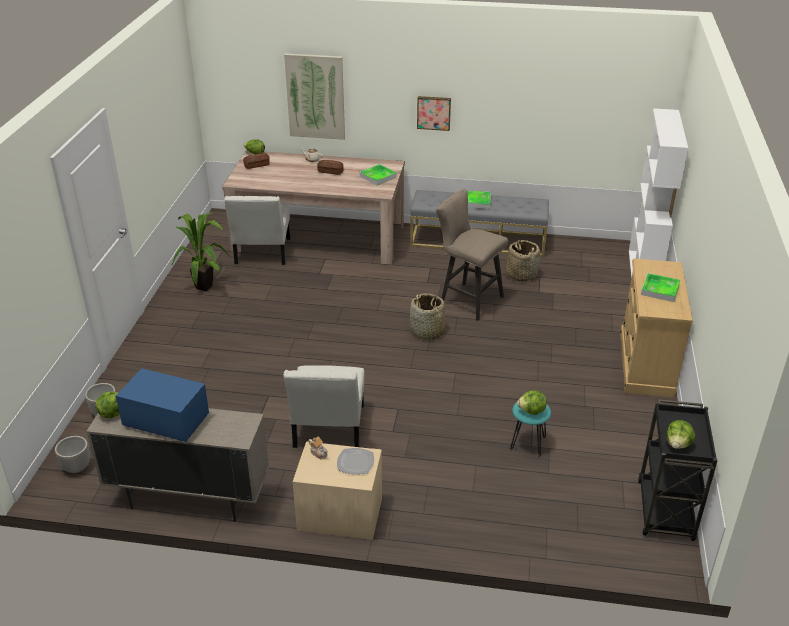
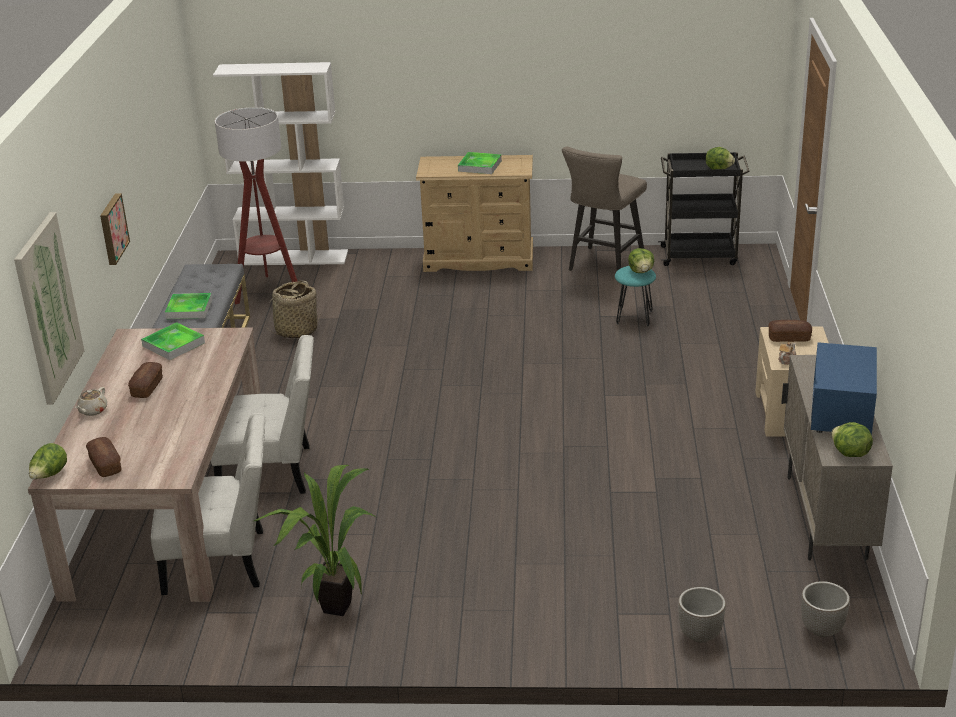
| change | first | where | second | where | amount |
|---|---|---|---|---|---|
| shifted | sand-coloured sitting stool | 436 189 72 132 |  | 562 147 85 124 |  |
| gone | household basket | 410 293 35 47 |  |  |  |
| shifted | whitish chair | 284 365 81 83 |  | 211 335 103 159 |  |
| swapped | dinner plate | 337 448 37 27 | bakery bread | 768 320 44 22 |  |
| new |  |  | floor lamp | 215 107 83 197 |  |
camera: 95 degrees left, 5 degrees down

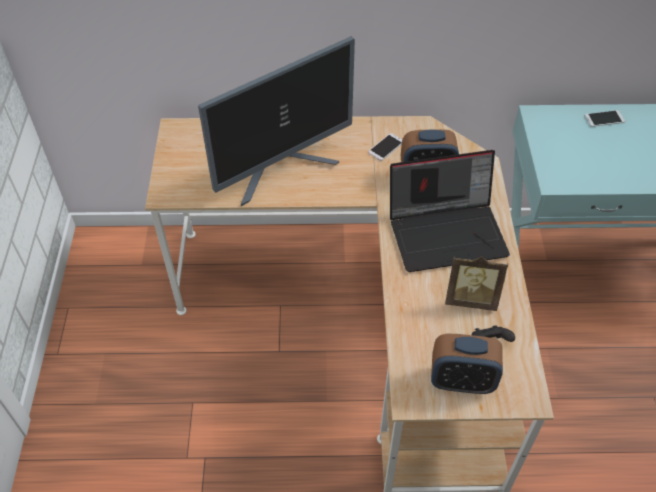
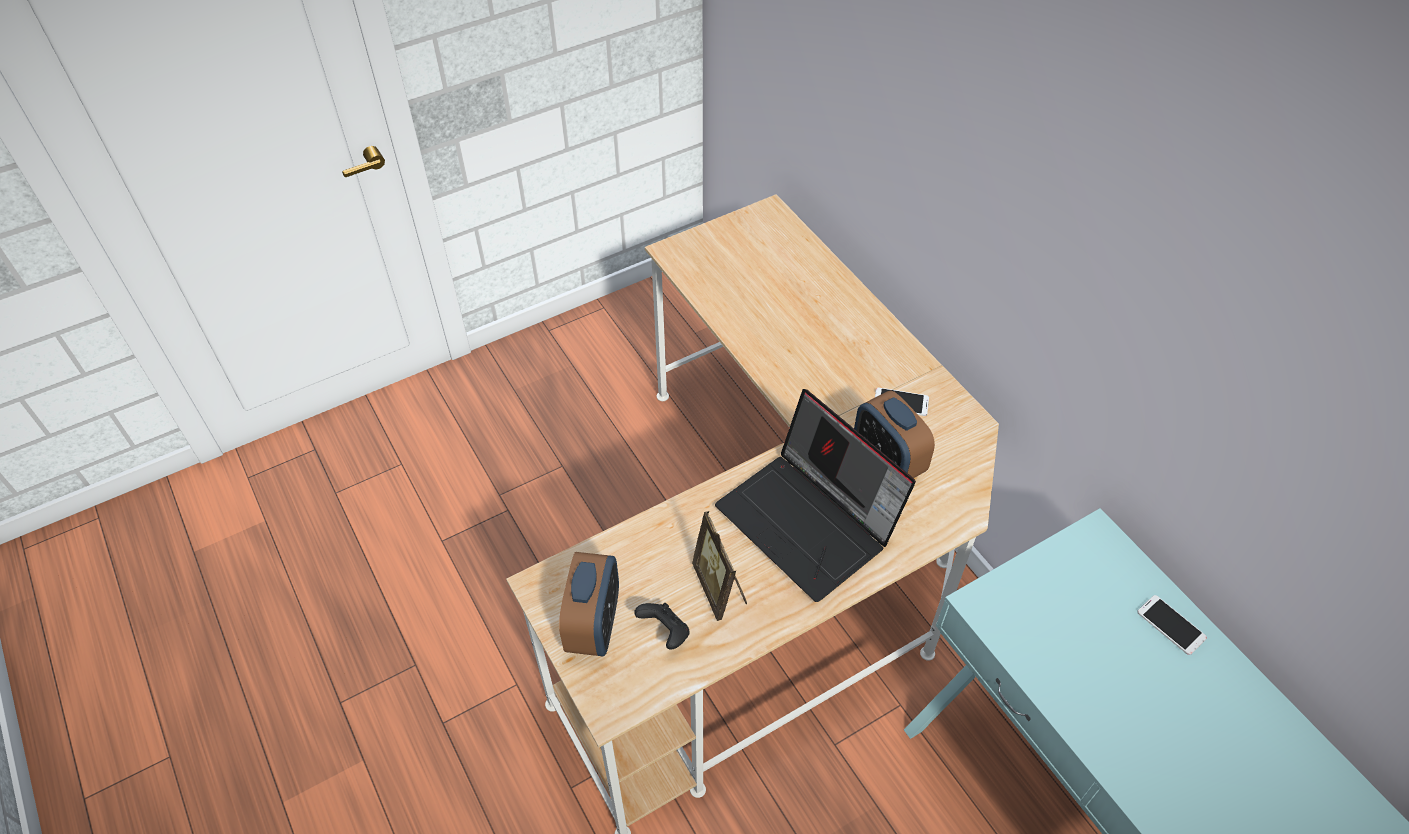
| change | first | where | second | where | amount |
|---|---|---|---|---|---|
| gone | computer display | 198 36 157 170 |  |  |  |
| rotated | bedside clock | 431 334 72 60 |  | 559 552 60 104 | 150 degrees counterclockwise |
camera: 60 degrees right, 0 degrees up

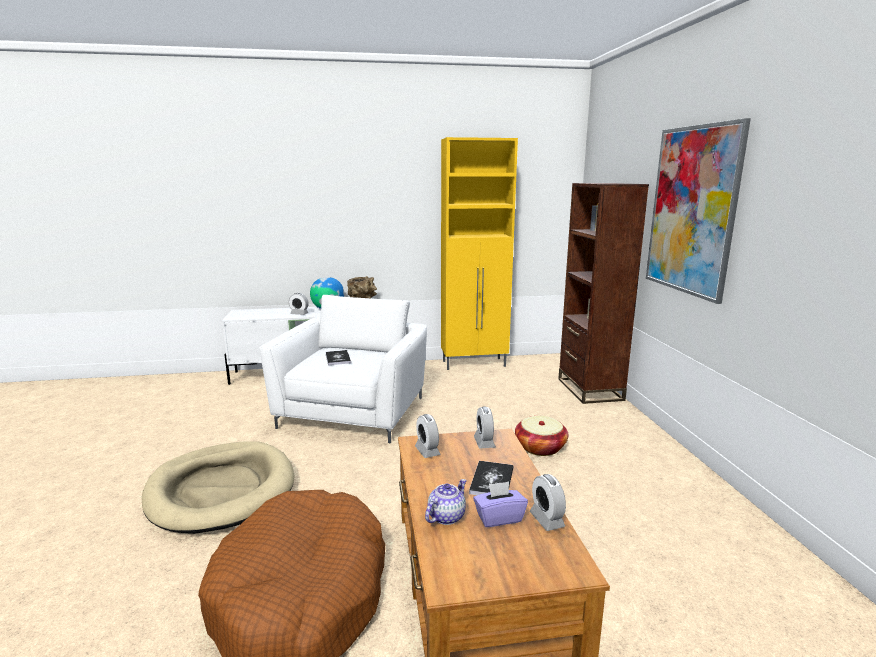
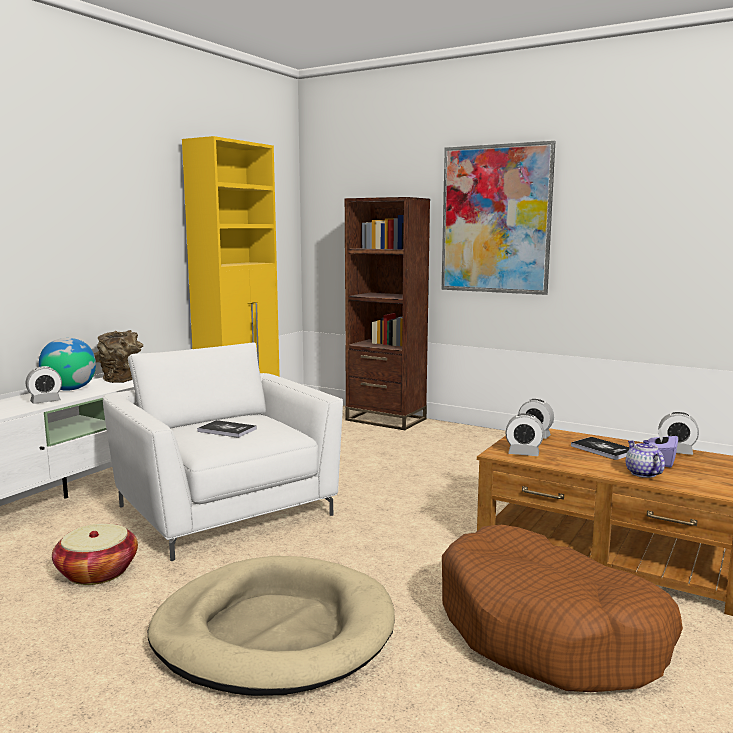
| change | first | where | second | where | amount |
|---|---|---|---|---|---|
| shifted | household basket | 515 416 53 40 |  | 52 524 86 61 |  |
camera: 50 degrees left, 5 degrees down

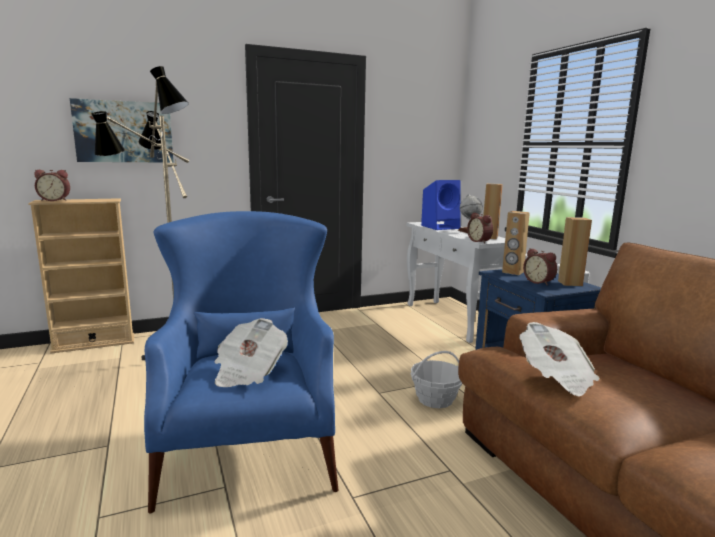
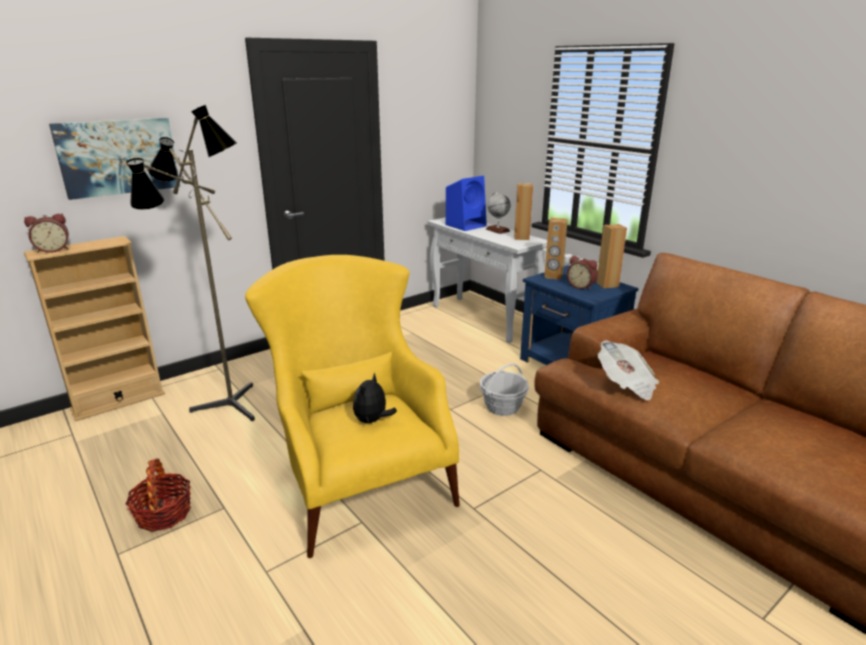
| change | first | where | second | where | amount |
|---|---|---|---|---|---|
| repainted | blue-coloured armchair | 144 211 194 302 | yellow-coloured armchair | 245 255 215 303 |  |
| gone | bedside clock | 467 213 26 30 |  |  |  |
| swapped | newspaper | 214 318 74 69 | plush toy | 353 373 44 50 |  |
| new |  |  | household basket | 126 458 65 74 |  |
camera: 15 degrees left, 10 degrees up

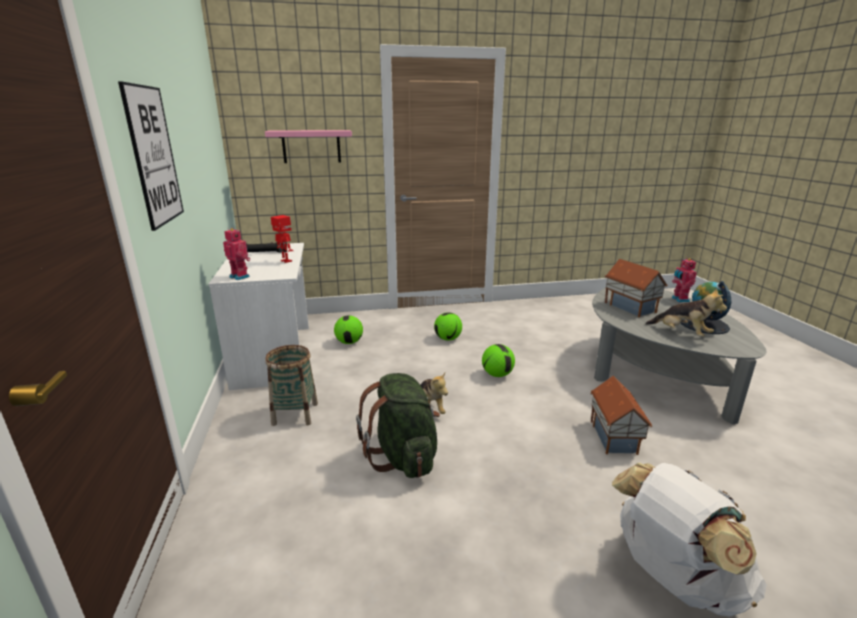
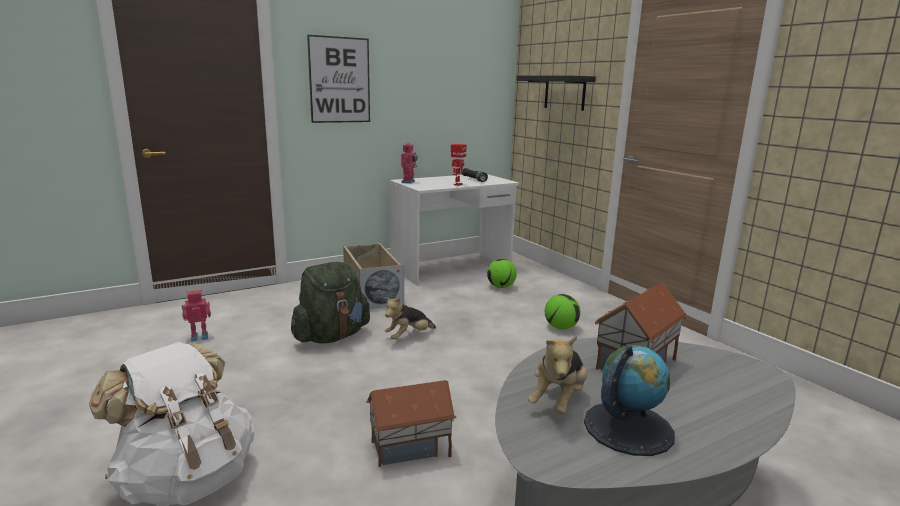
| change | first | where | second | where | amount |
|---|---|---|---|---|---|
| repainted | pinkish bracket shelf | 265 130 87 33 | black bracket shelf | 516 75 80 36 |  |
| shifted | model robot | 672 258 25 44 |  | 182 290 29 52 |  |
| gone | football ball | 482 344 33 33 |  |  |  |
| swapped | household basket | 265 345 53 81 | sand-coloured storage box | 343 243 61 66 |  |
camera: 70 degrees right, 5 degrees down

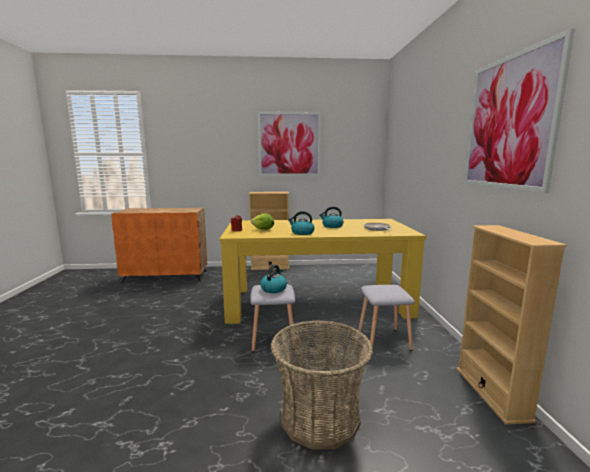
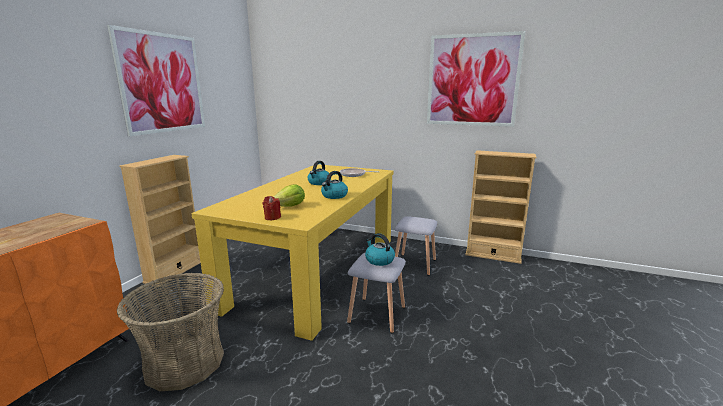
| change | first | where | second | where | amount |
|---|---|---|---|---|---|
| shifted | household basket | 270 321 103 128 |  | 117 273 107 118 |  |
camera: 65 degrees left, 5 degrees up

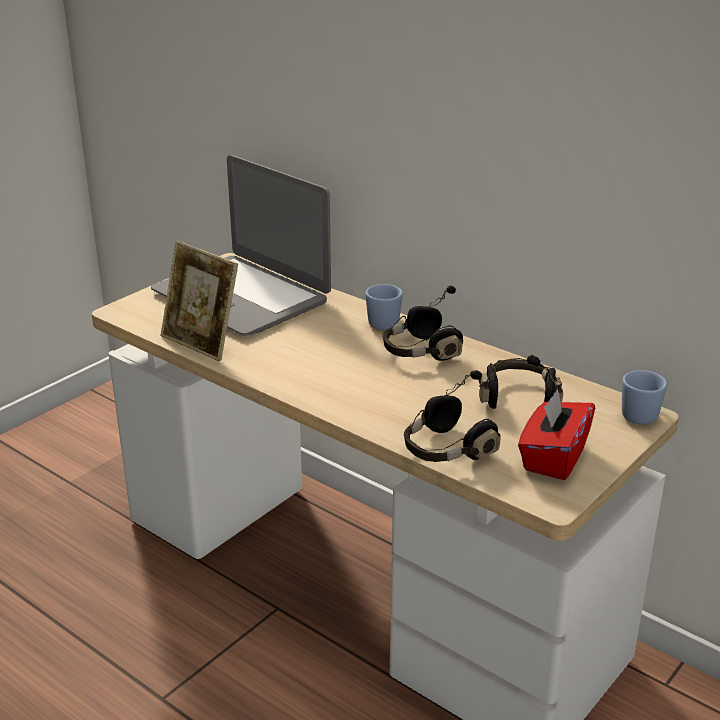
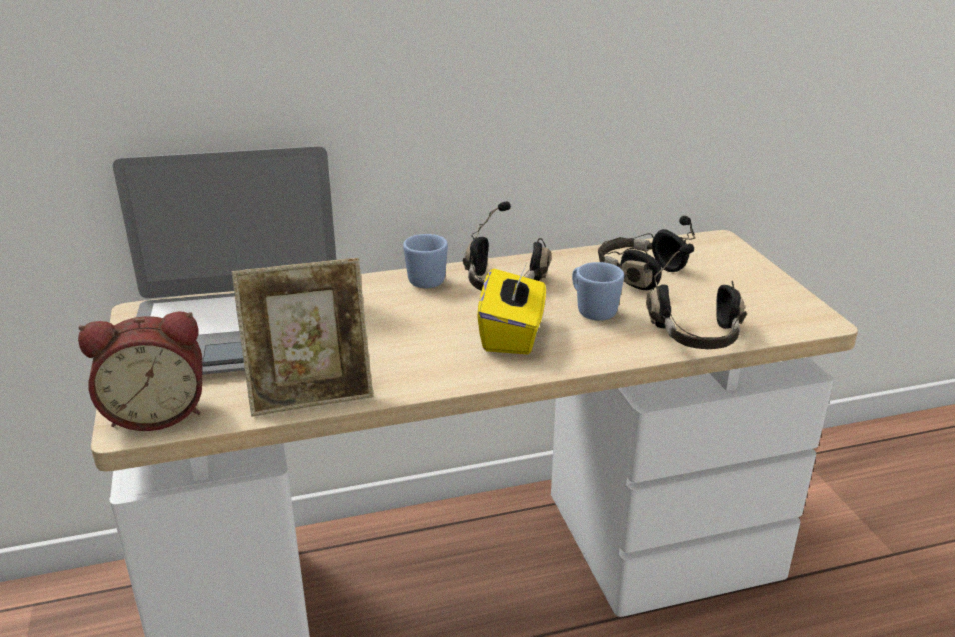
| change | first | where | second | where | amount |
|---|---|---|---|---|---|
| shifted | blue-coloured tea mug | 622 370 45 55 |  | 572 262 52 59 |  |
| gone | red-coloured tissue holder | 518 389 77 91 |  |  |  |
| new |  |  | yellow-coloured tissue holder | 477 265 69 89 |  |
| new |  |  | bedside clock | 78 311 124 120 |  |
camera: 55 degrees left, 0 degrees up

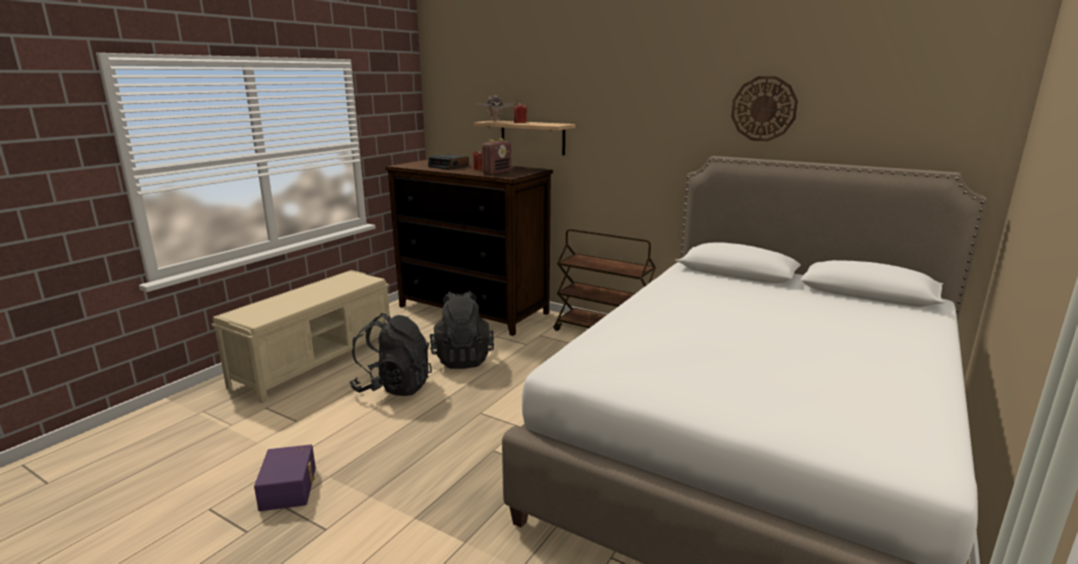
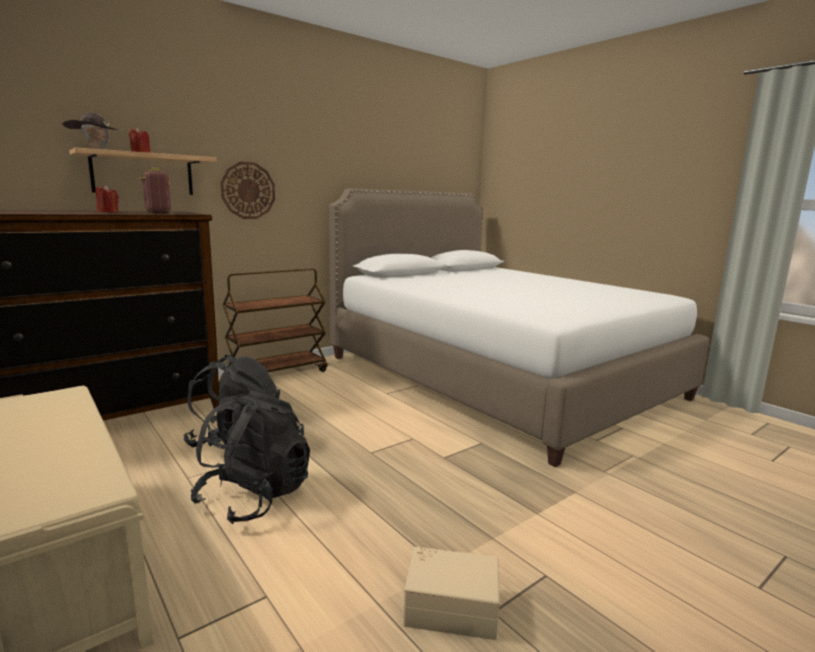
| change | first | where | second | where | amount |
|---|---|---|---|---|---|
| shifted | clock on the wall | 731 76 67 65 |  | 221 162 54 57 |  |
| gone | bedside clock | 428 154 41 16 |  |  |  |
| repainted | purple storage box | 254 445 62 66 | sand-coloured storage box | 403 546 97 94 |  |
camera: 70 degrees left, 5 degrees down

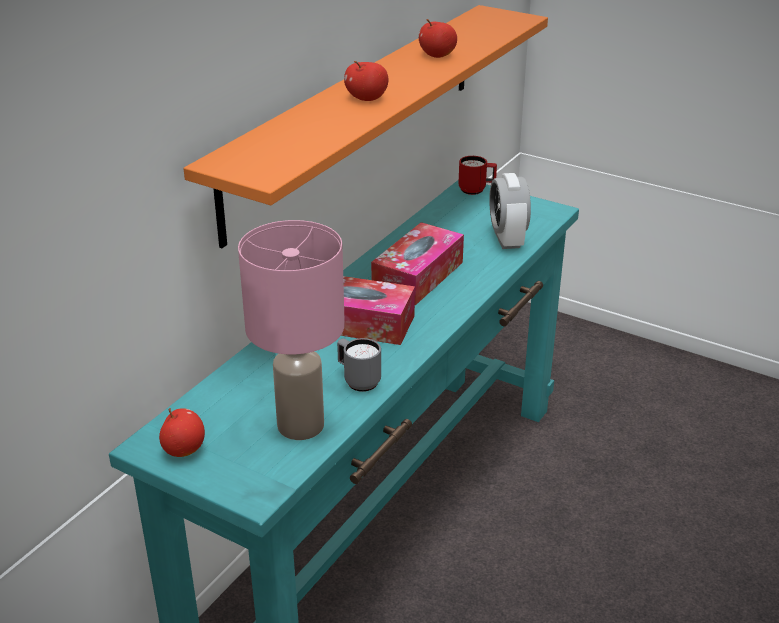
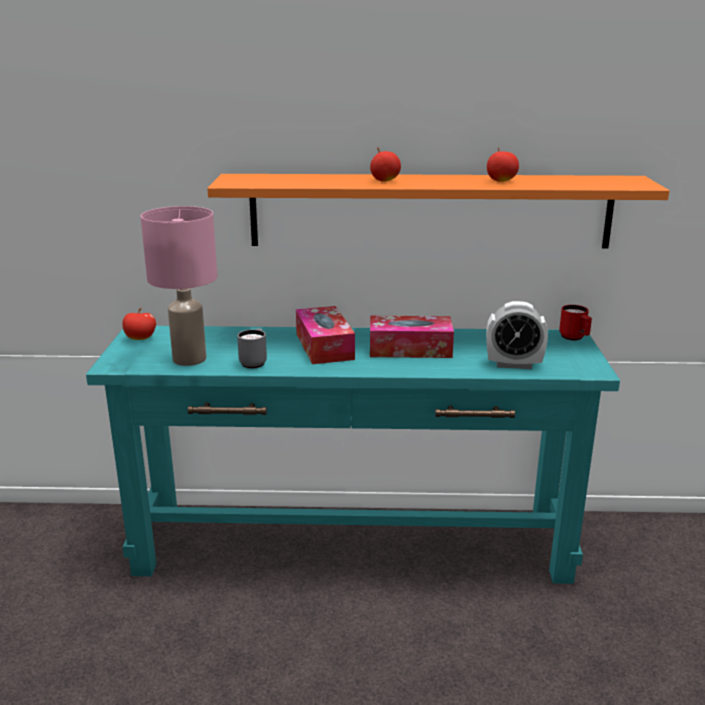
| change | first | where | second | where | amount |
|---|---|---|---|---|---|
| rotated | bedside clock | 489 173 42 76 |  | 486 301 62 68 | 135 degrees counterclockwise |
camera: 60 degrees right, 10 degrees down

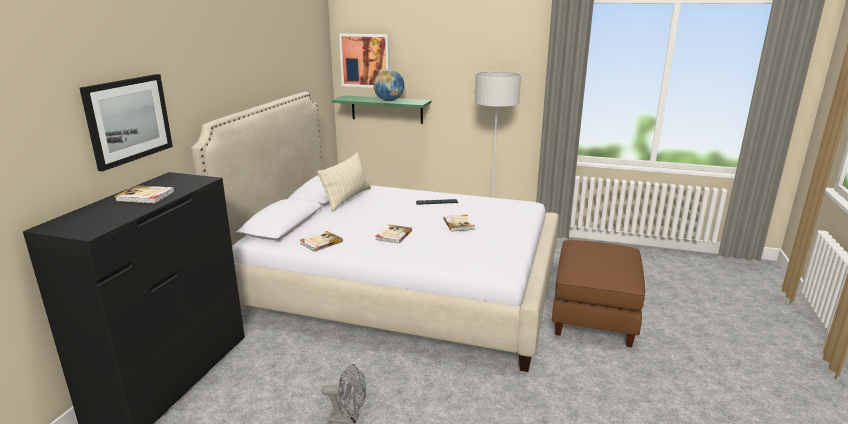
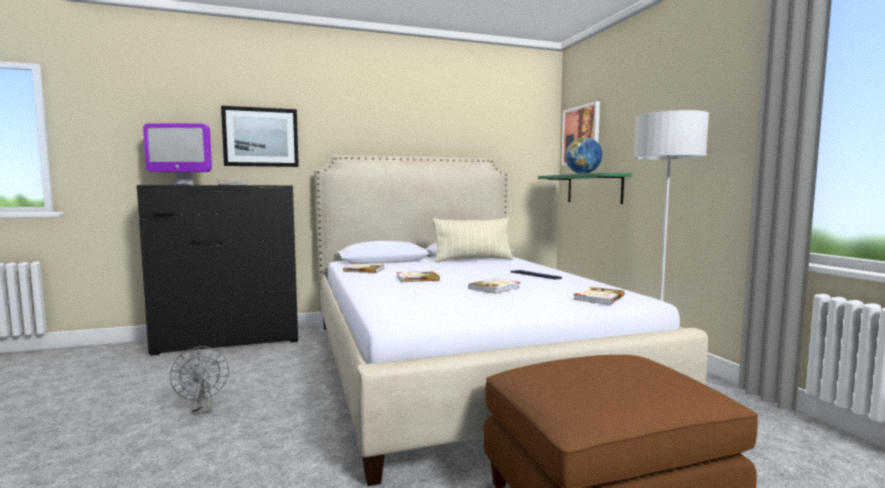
| change | first | where | second | where | amount |
|---|---|---|---|---|---|
| new |  |  | computer display | 143 123 69 62 |  |
| new |  |  | volume | 573 287 52 18 |  |
camera: 55 degrees right, 15 degrees down

